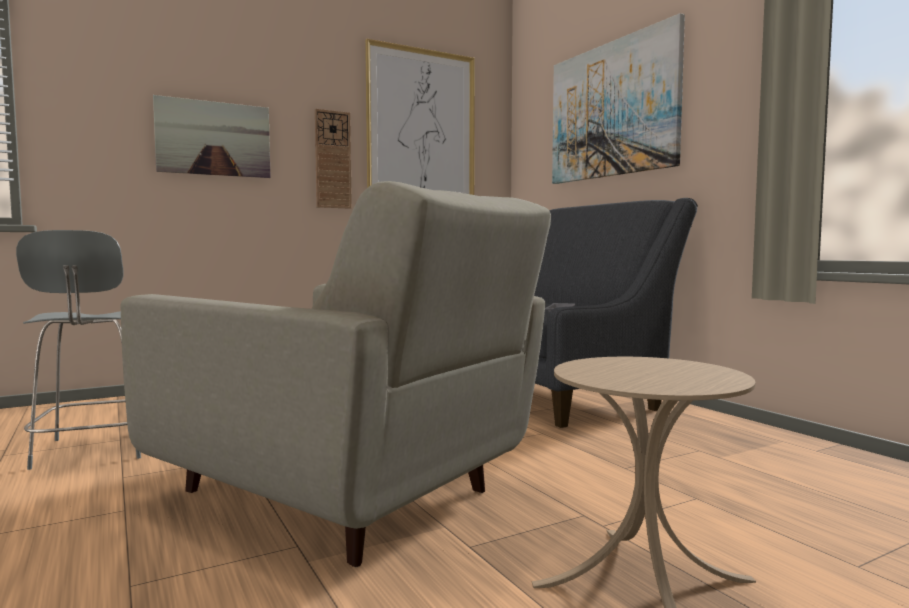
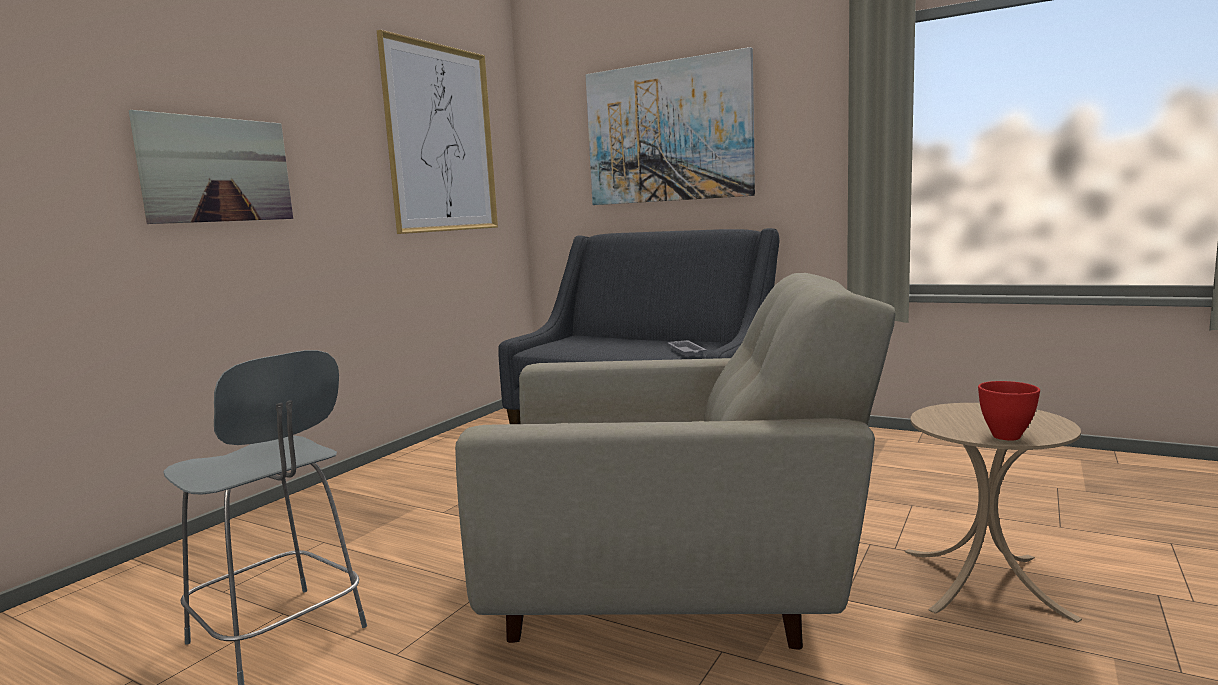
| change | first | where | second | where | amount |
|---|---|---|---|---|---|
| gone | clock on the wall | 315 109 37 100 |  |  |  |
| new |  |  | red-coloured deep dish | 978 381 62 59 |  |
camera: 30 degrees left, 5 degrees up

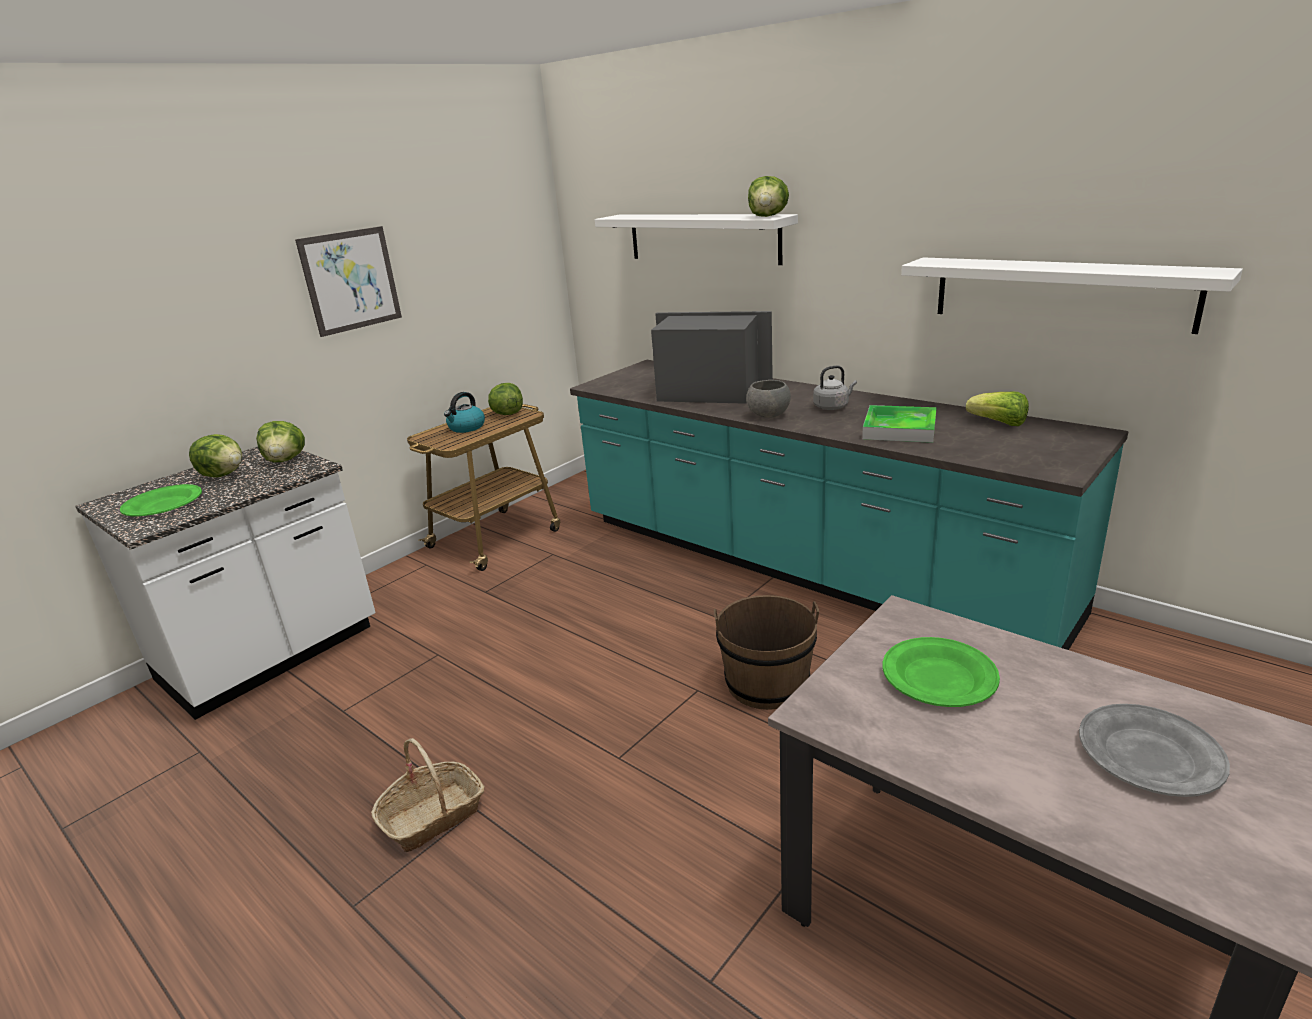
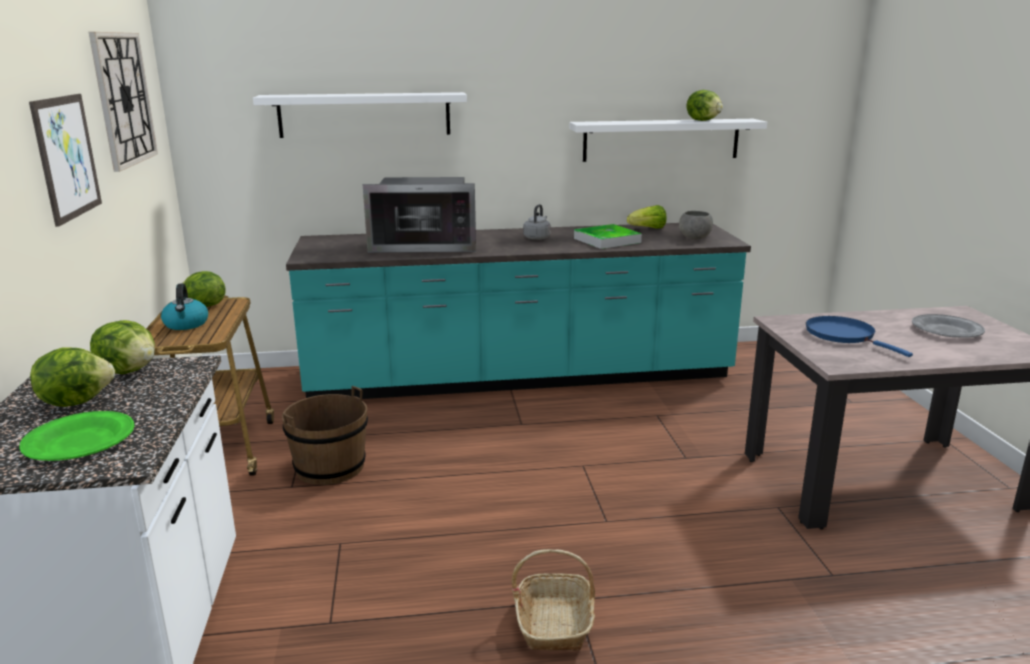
| change | first | where | second | where | amount |
|---|---|---|---|---|---|
| shifted | lettuce head | 748 176 41 41 |  | 686 90 37 31 |  |
| rotated | microwave | 651 311 122 93 |  | 363 177 113 76 | 150 degrees counterclockwise |
| shifted | greyish deep dish | 746 380 45 38 |  | 679 211 34 28 |  |
| shifted | brown-coloured bucket | 714 595 105 115 |  | 282 386 86 99 |  |
| swapped | green dinner plate | 882 637 118 70 | blue-coloured skillet | 806 316 107 41 |  |
| new |  |  | clock on the wall | 89 32 69 140 |  |
camera: 50 degrees left, 5 degrees down

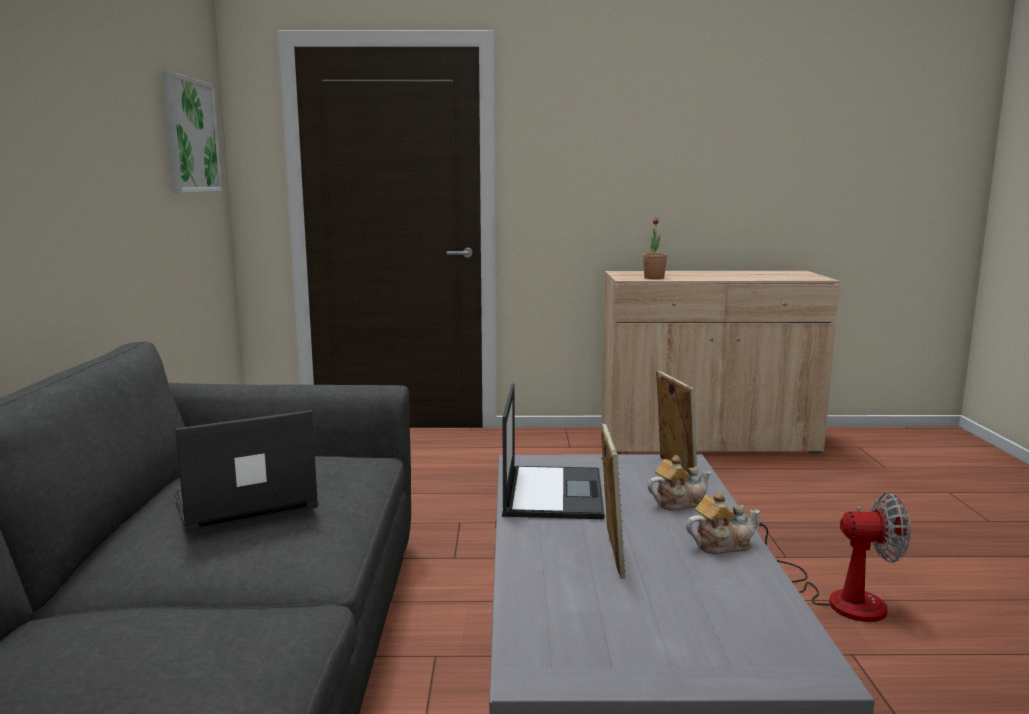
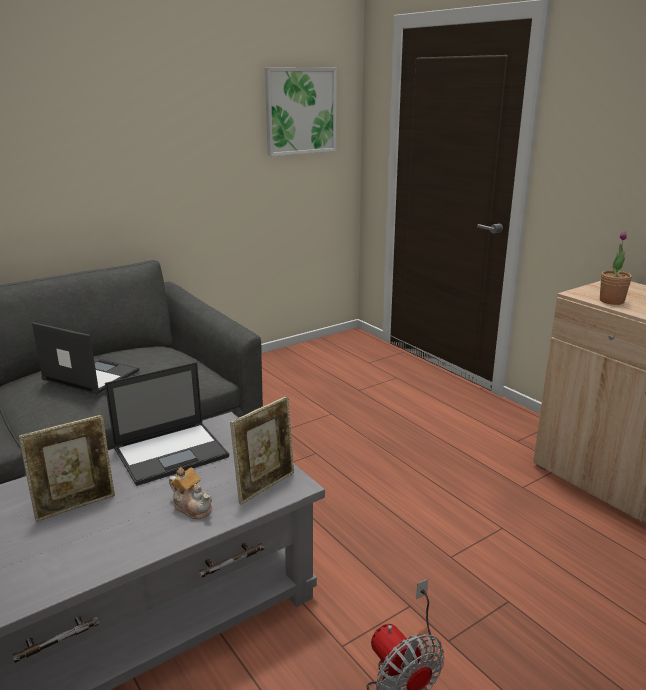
| change | first | where | second | where | amount |
|---|---|---|---|---|---|
| gone | tea pot | 686 492 74 62 |  |  |  |
camera: 55 degrees right, 10 degrees up

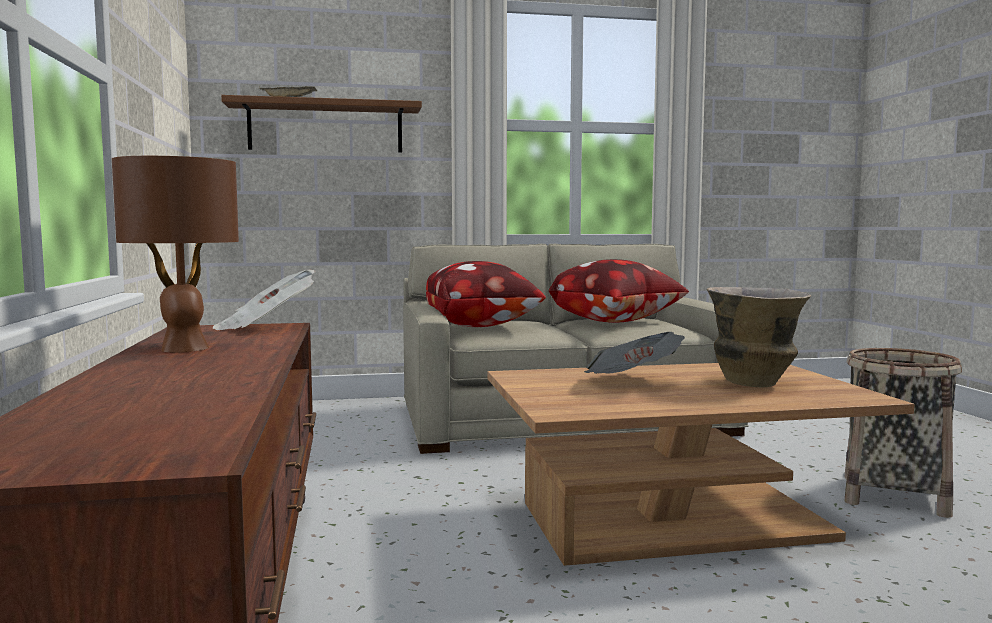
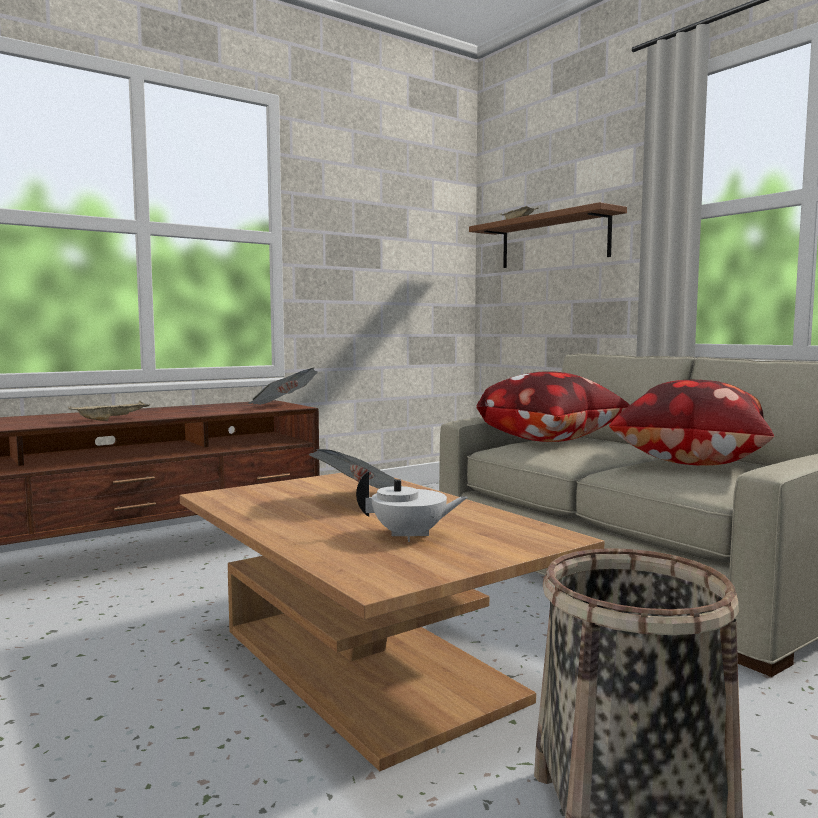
| change | first | where | second | where | amount |
|---|---|---|---|---|---|
| gone | brown-coloured lamp for a table | 112 156 127 196 |  |  |  |
| swapped | decorative vase | 707 287 104 100 | whitish tea pot | 356 471 112 71 |  |
| new |  |  | sand-coloured tray | 68 401 82 20 |  |
camera: 65 degrees right, 0 degrees up

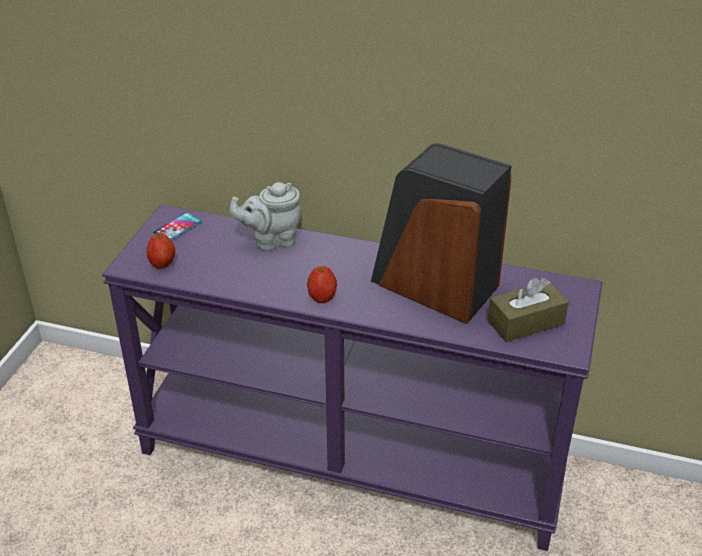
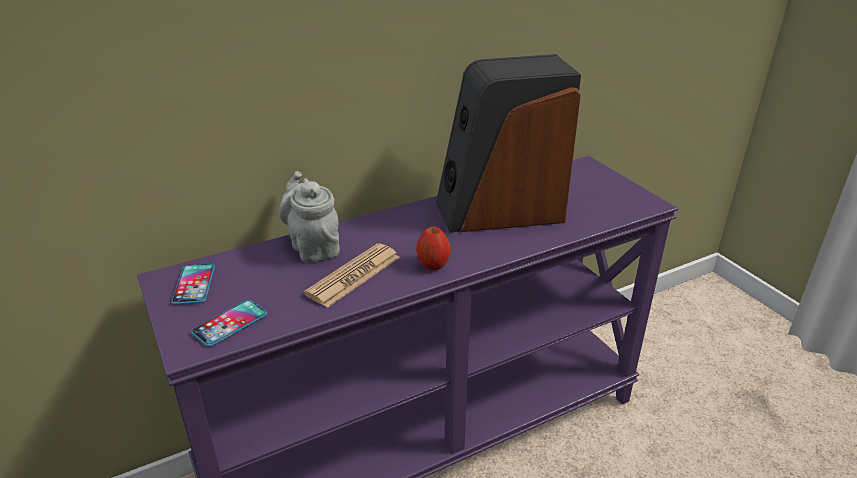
| change | first | where | second | where | amount |
|---|---|---|---|---|---|
| rotated | greyish tea pot | 229 182 73 69 |  | 279 171 61 91 | 120 degrees clockwise |
| swapped | apple | 146 233 29 36 | handset | 191 300 76 47 |  |
| gone | brown-coloured tissue holder | 487 278 82 64 |  |  |  |
| new |  |  | newspaper | 304 243 96 65 |  |
camera: 45 degrees left, 5 degrees down

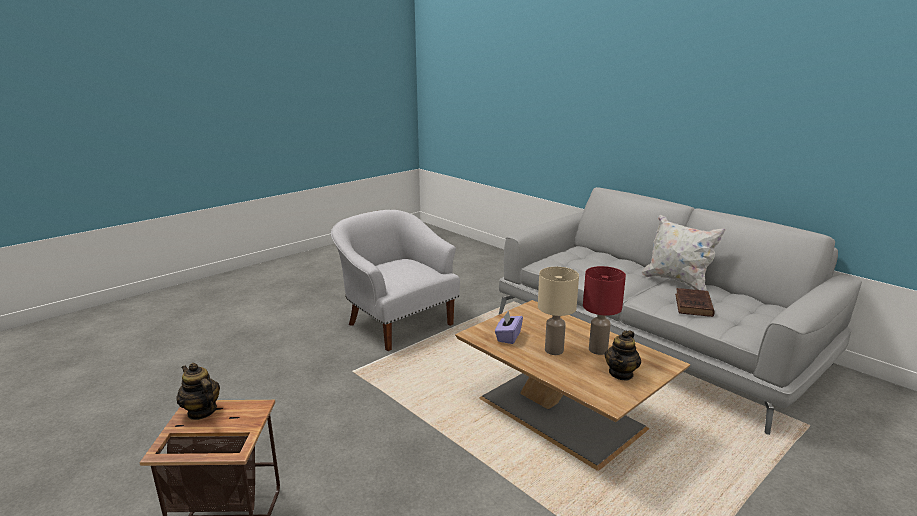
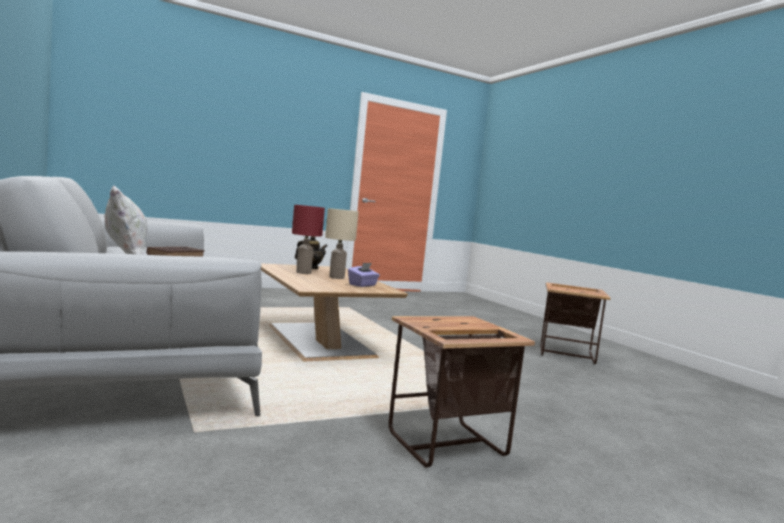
| change | first | where | second | where | amount |
|---|---|---|---|---|---|
| swapped | whitish armchair | 331 210 129 141 | end table | 389 316 146 151 |  |
| gone | tea pot | 176 363 44 57 |  |  |  |
camera: 165 degrees left, 15 degrees down

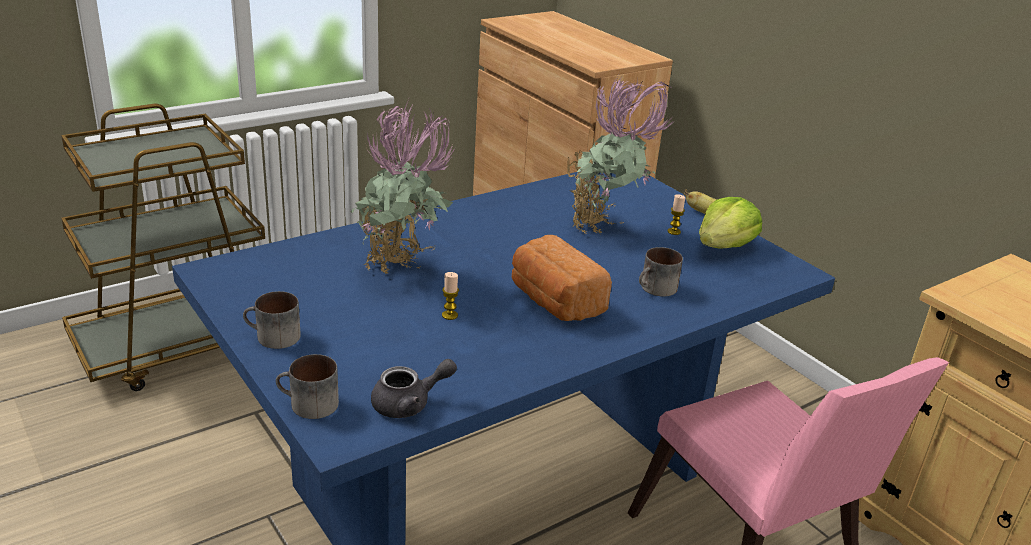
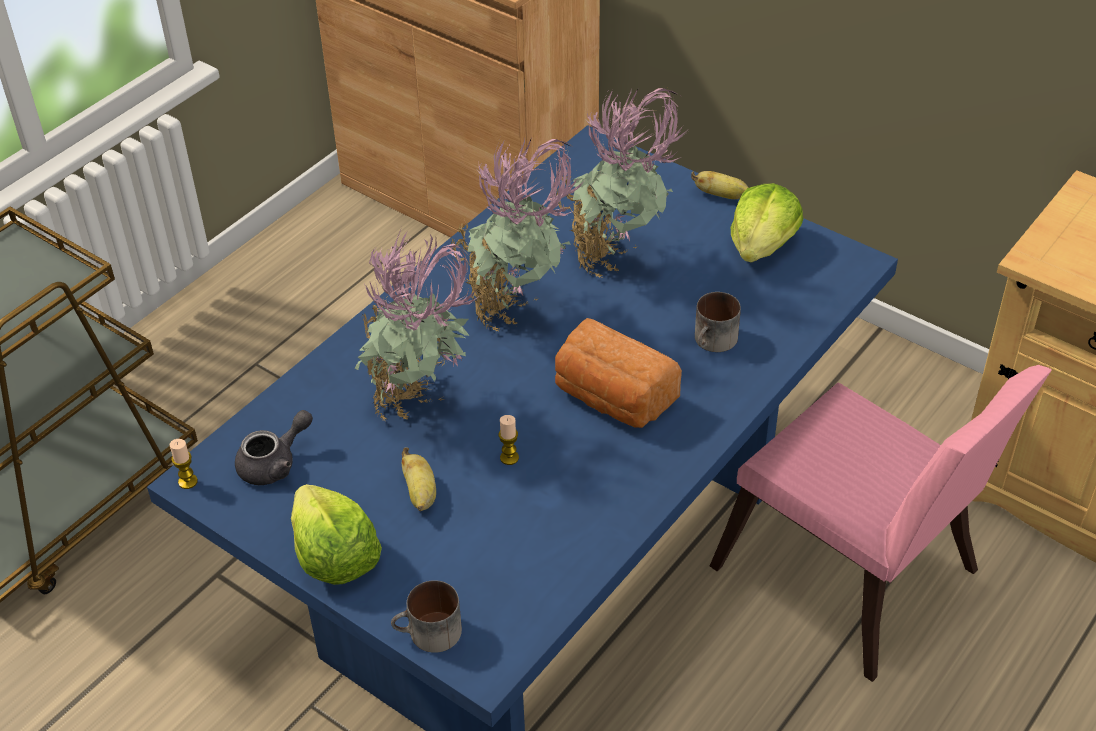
| change | first | where | second | where | amount |
|---|---|---|---|---|---|
| shifted | candle | 668 194 18 41 |  | 170 439 28 50 |  |
| swapped | tea mug | 243 291 58 58 | lettuce head | 291 484 91 101 |  |
| shifted | greyish tea pot | 371 359 86 59 |  | 235 410 78 75 |  |
| new |  |  | potted plant | 450 137 133 195 |  |
| new |  |  | whole banana | 402 447 34 64 |  |
camera: 15 degrees left, 15 degrees up

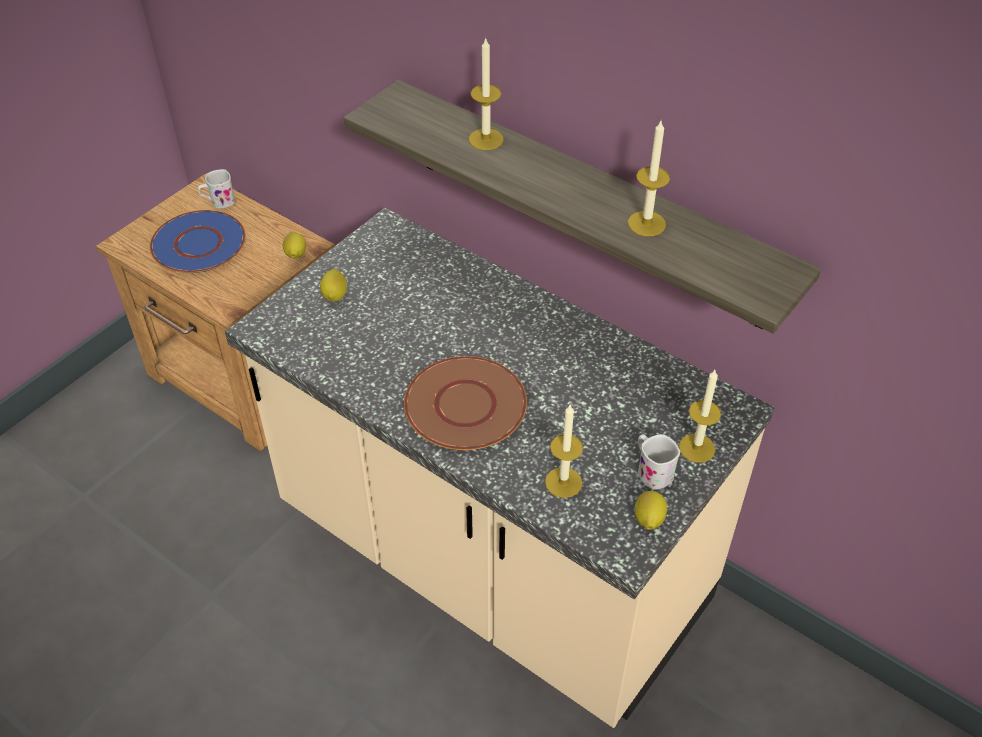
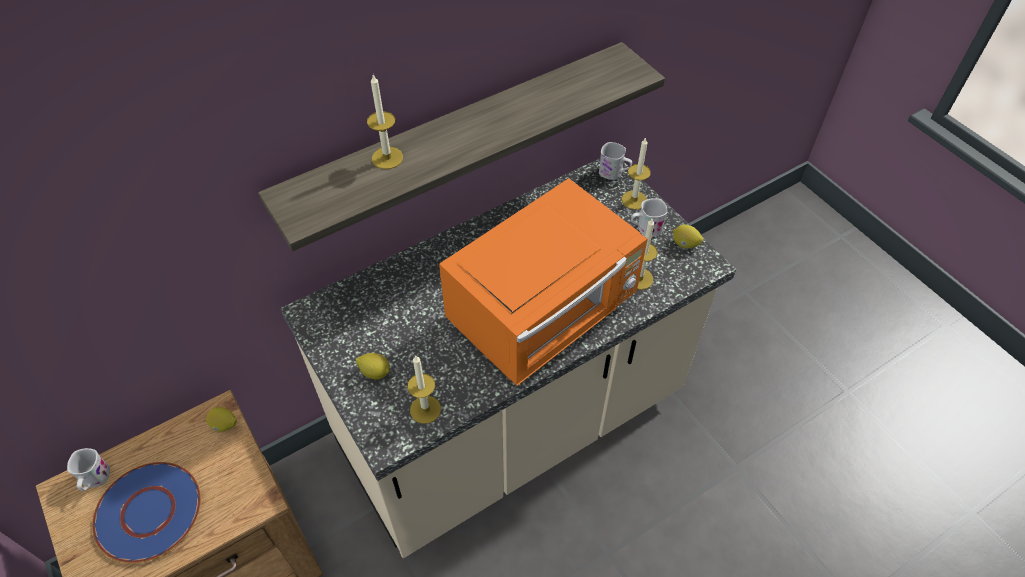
| change | first | where | second | where | amount |
|---|---|---|---|---|---|
| shifted | candle | 628 119 42 117 |  | 407 356 34 68 |  |
| swapped | brown-coloured dinner plate | 404 356 123 94 | orange microwave | 439 178 209 208 |  |
| new |  |  | whitish tea mug | 599 142 33 38 |  |
camera: 70 degrees left, 5 degrees up

